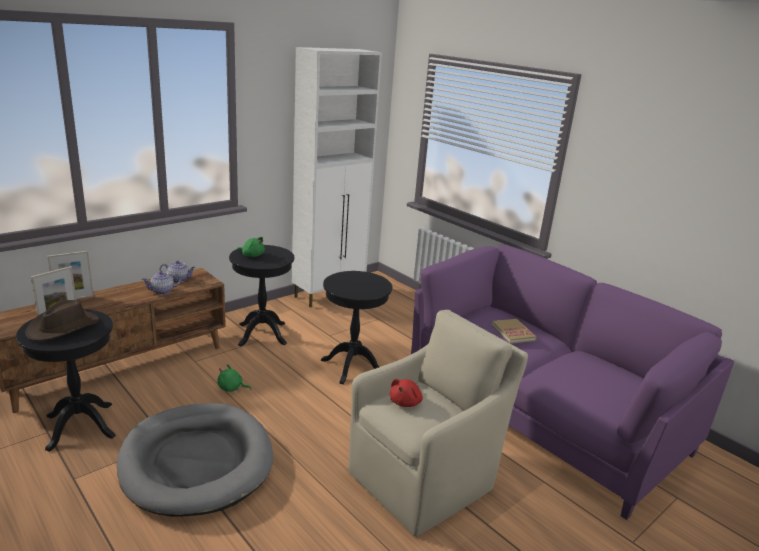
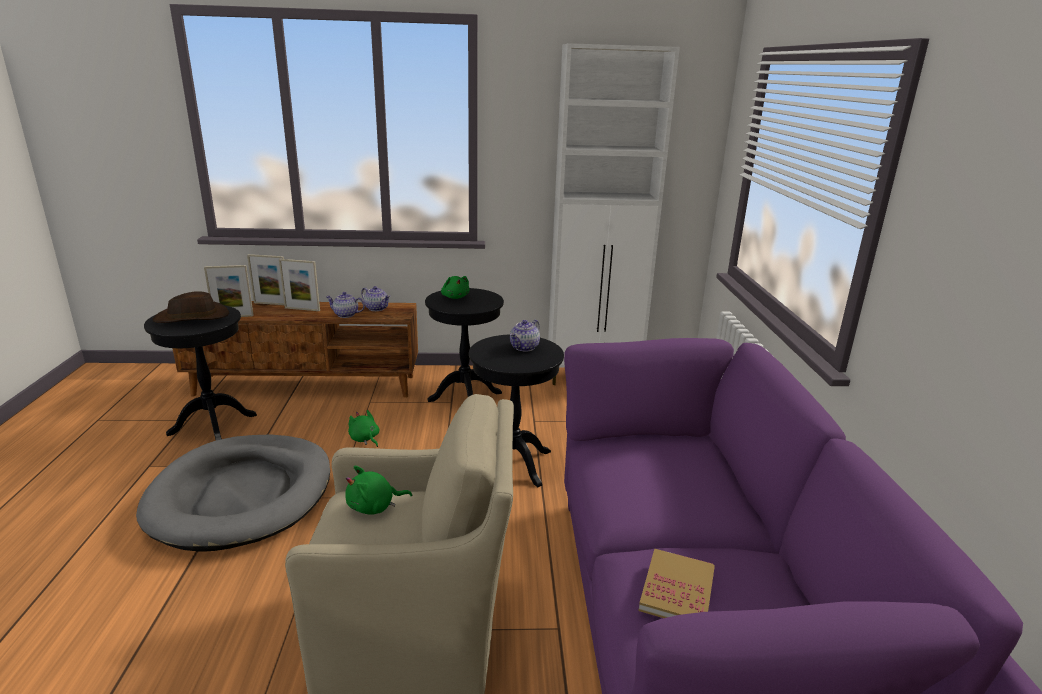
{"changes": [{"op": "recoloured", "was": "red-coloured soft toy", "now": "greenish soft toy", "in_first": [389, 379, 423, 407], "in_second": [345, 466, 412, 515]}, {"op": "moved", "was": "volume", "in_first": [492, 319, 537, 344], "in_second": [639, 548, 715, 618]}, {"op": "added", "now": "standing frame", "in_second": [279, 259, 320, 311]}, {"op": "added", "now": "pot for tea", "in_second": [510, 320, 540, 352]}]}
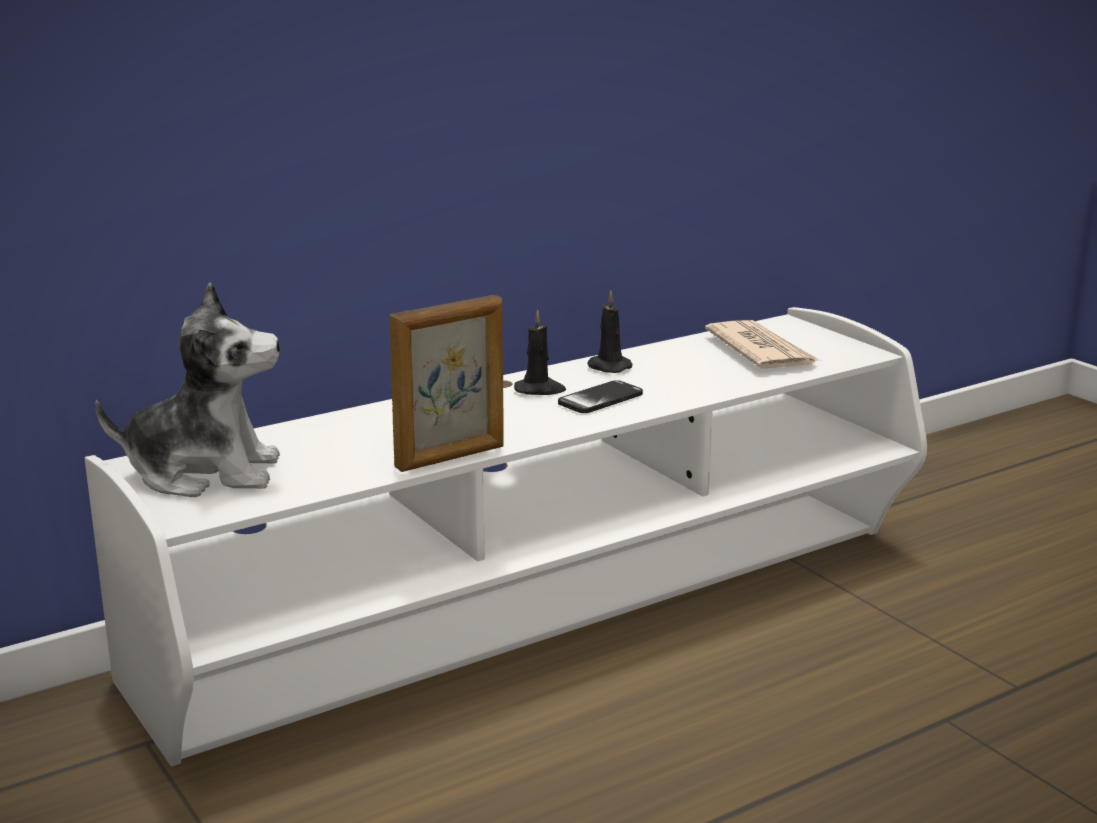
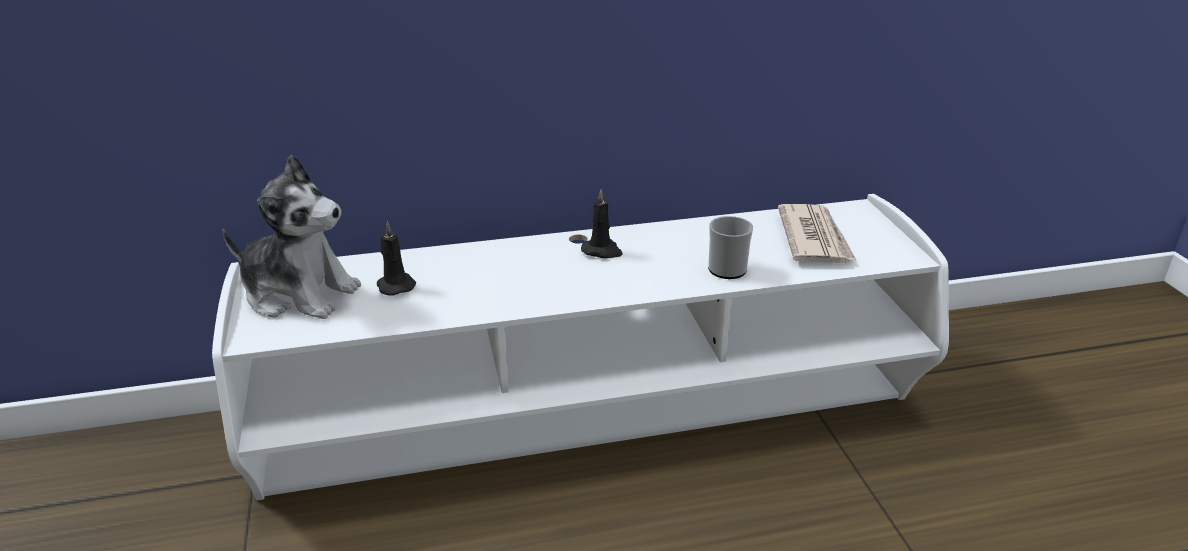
{"changes": [{"op": "removed", "was": "standing frame", "in_first": [389, 295, 504, 472]}, {"op": "removed", "was": "telephone", "in_first": [558, 380, 643, 413]}, {"op": "moved", "was": "black wax light", "in_first": [588, 291, 632, 373], "in_second": [377, 221, 416, 296]}, {"op": "added", "now": "tea mug", "in_second": [708, 216, 753, 279]}]}
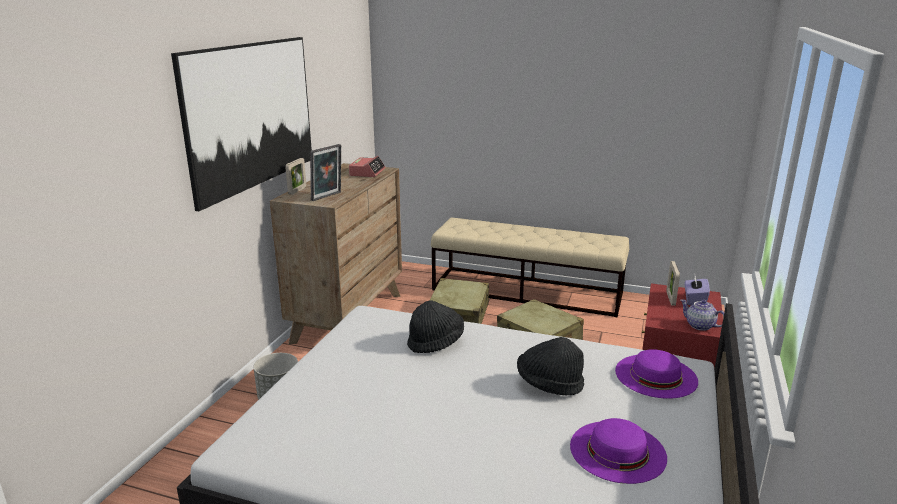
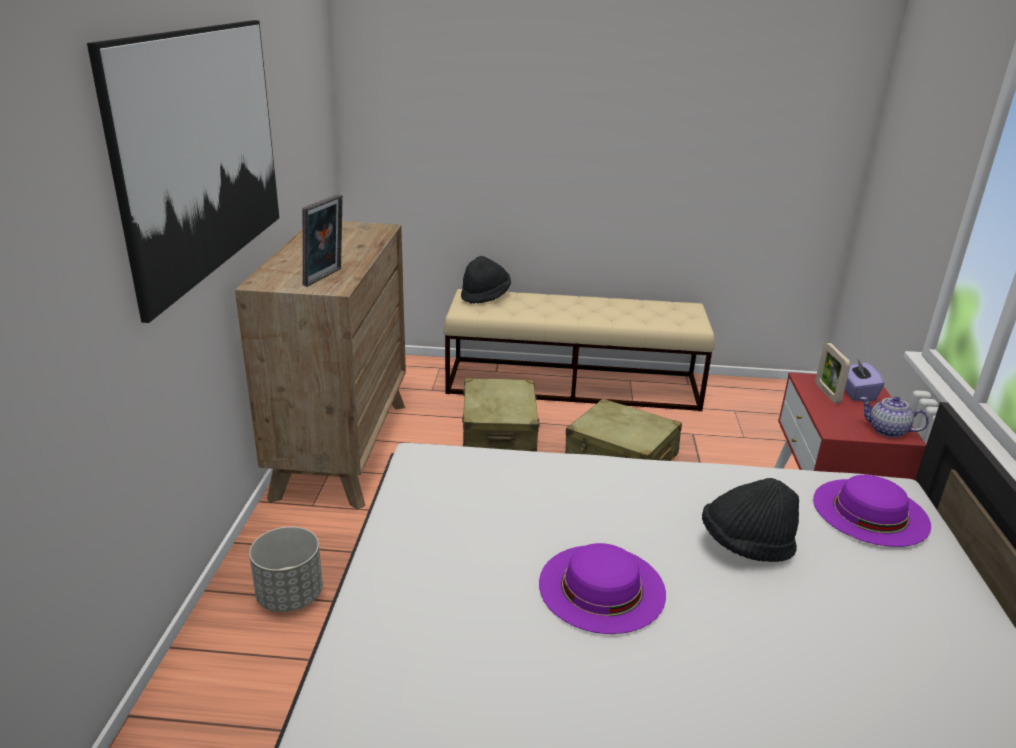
{"changes": [{"op": "removed", "was": "standing frame", "in_first": [285, 158, 306, 195]}, {"op": "removed", "was": "bedside clock", "in_first": [349, 156, 385, 177]}, {"op": "moved", "was": "black hat", "in_first": [407, 300, 464, 353], "in_second": [461, 256, 511, 304]}, {"op": "moved", "was": "purple-coloured hat", "in_first": [570, 418, 667, 484], "in_second": [539, 543, 666, 634]}]}
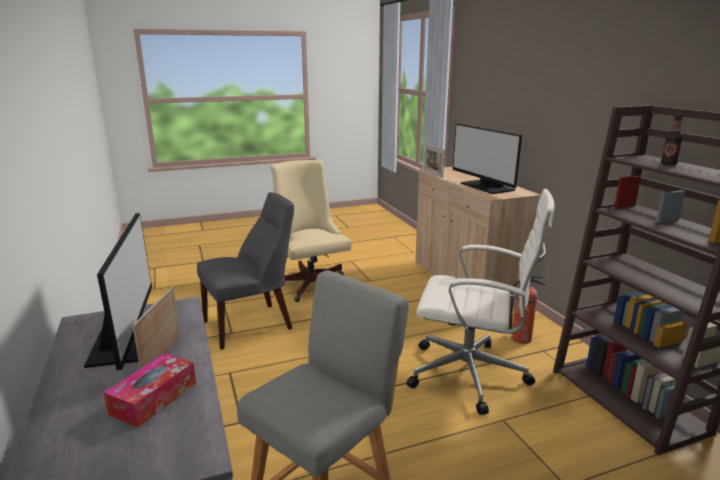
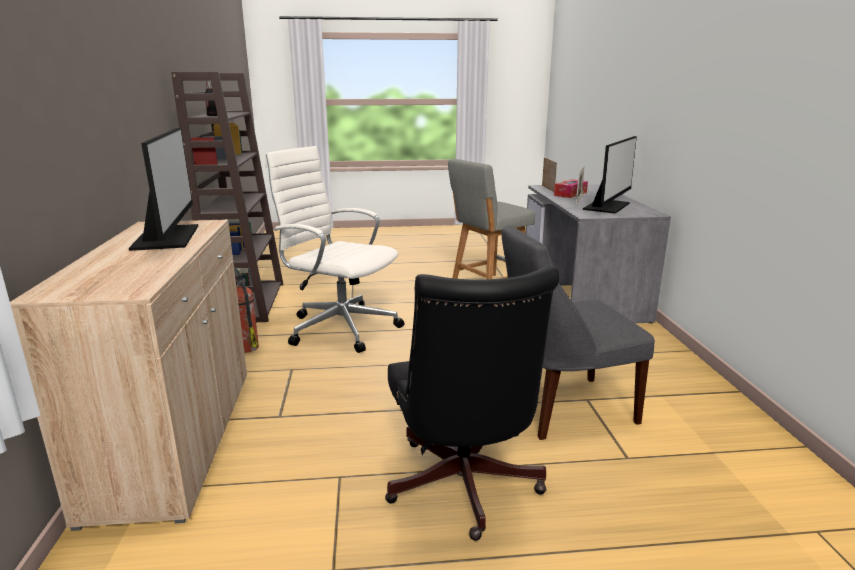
{"changes": [{"op": "turned", "was": "computer screen", "in_first": [84, 213, 152, 370], "in_second": [583, 136, 637, 214], "clockwise": -150}, {"op": "recoloured", "was": "beige-coloured desk chair", "now": "black desk chair", "in_first": [271, 160, 352, 302], "in_second": [385, 266, 559, 541]}, {"op": "moved", "was": "standing frame", "in_first": [424, 144, 445, 178], "in_second": [542, 157, 558, 192]}]}
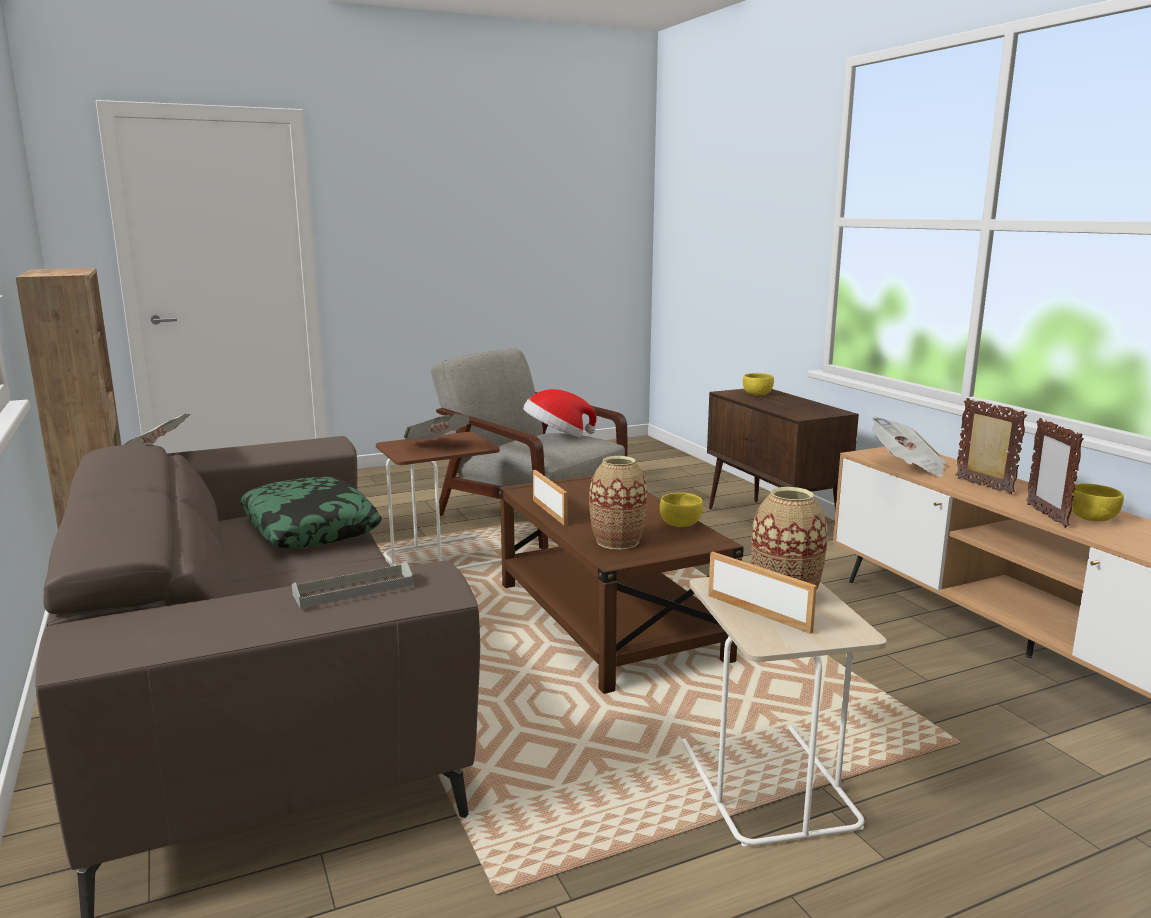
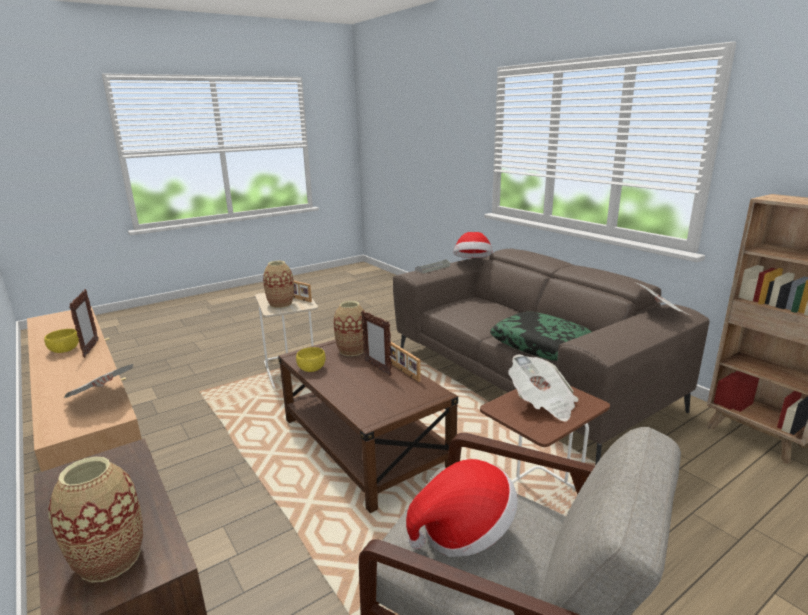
{"changes": [{"op": "replaced", "was": "yellowish serving bowl", "now": "flower vase", "in_first": [743, 373, 774, 395], "in_second": [48, 456, 143, 583]}, {"op": "moved", "was": "standing frame", "in_first": [955, 398, 1027, 494], "in_second": [361, 310, 392, 376]}, {"op": "added", "now": "hat", "in_second": [453, 232, 493, 258]}]}
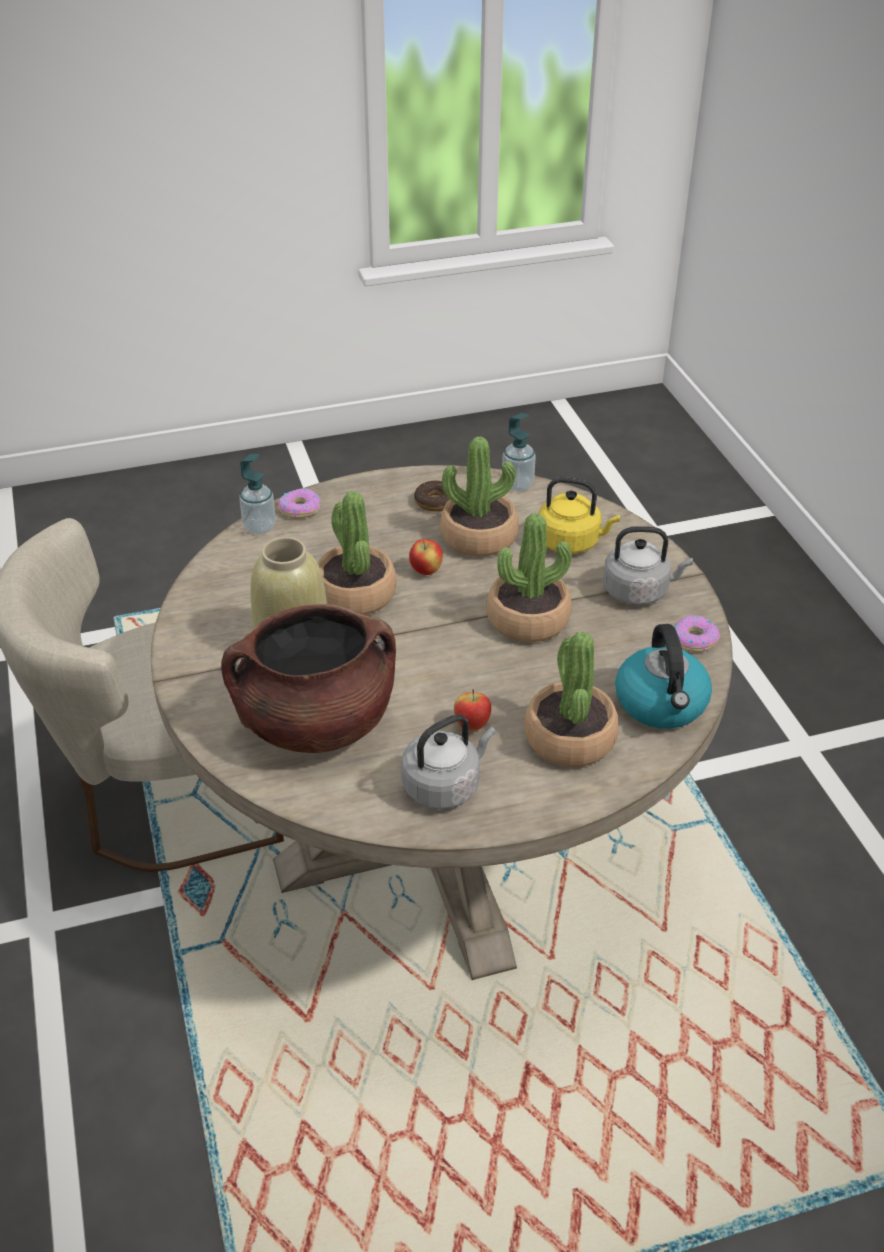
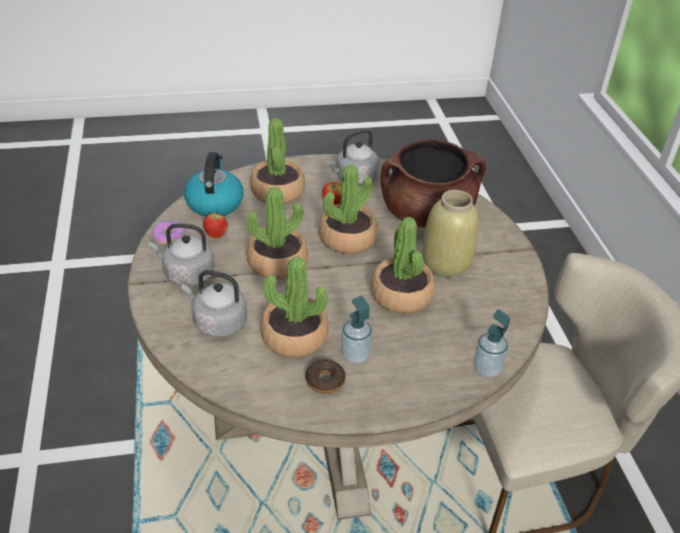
{"changes": [{"op": "removed", "was": "donut", "in_first": [278, 488, 321, 519]}, {"op": "moved", "was": "apple fruit", "in_first": [409, 539, 443, 575], "in_second": [203, 211, 228, 239]}, {"op": "moved", "was": "soap dispenser", "in_first": [502, 413, 536, 491], "in_second": [341, 296, 372, 364]}, {"op": "recoloured", "was": "yellowish kettle", "now": "grey kettle", "in_first": [539, 477, 620, 554], "in_second": [181, 270, 247, 337]}, {"op": "added", "now": "plant in a pot", "in_second": [319, 164, 378, 254]}]}
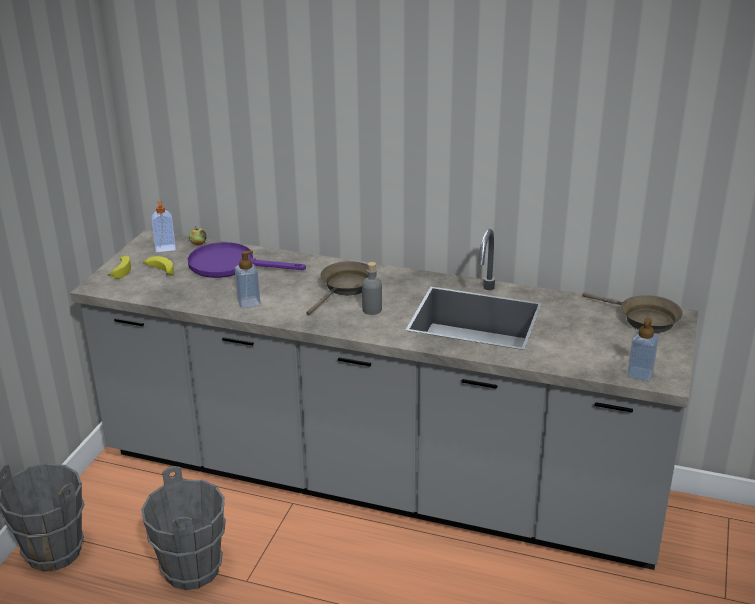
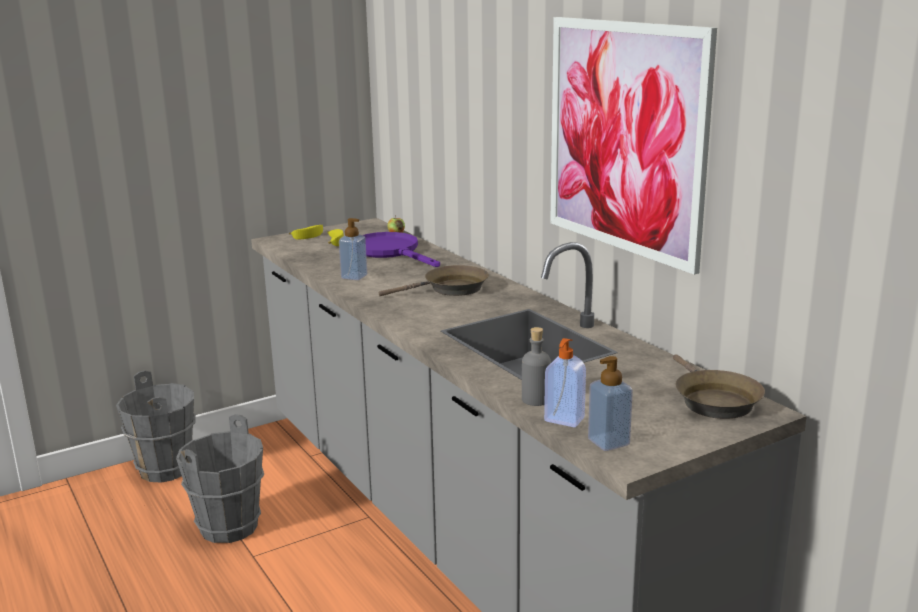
{"changes": [{"op": "moved", "was": "soap dispenser", "in_first": [151, 201, 176, 252], "in_second": [544, 338, 586, 427]}, {"op": "moved", "was": "grey beverage bottle", "in_first": [362, 262, 382, 315], "in_second": [522, 327, 551, 406]}, {"op": "added", "now": "wall art", "in_second": [550, 17, 717, 275]}]}
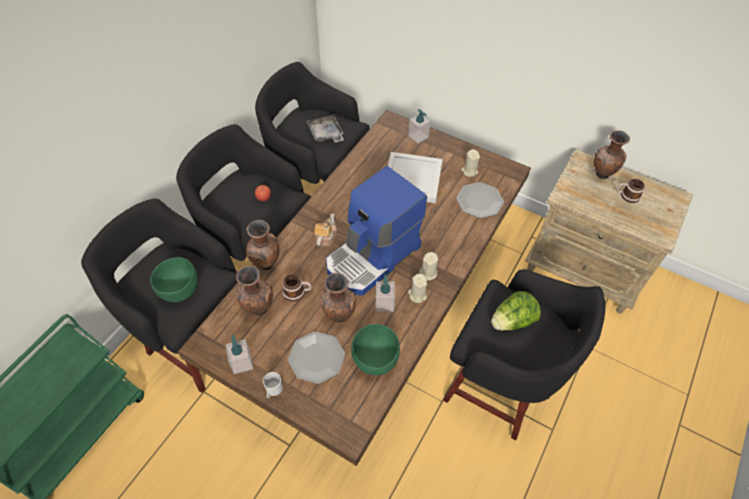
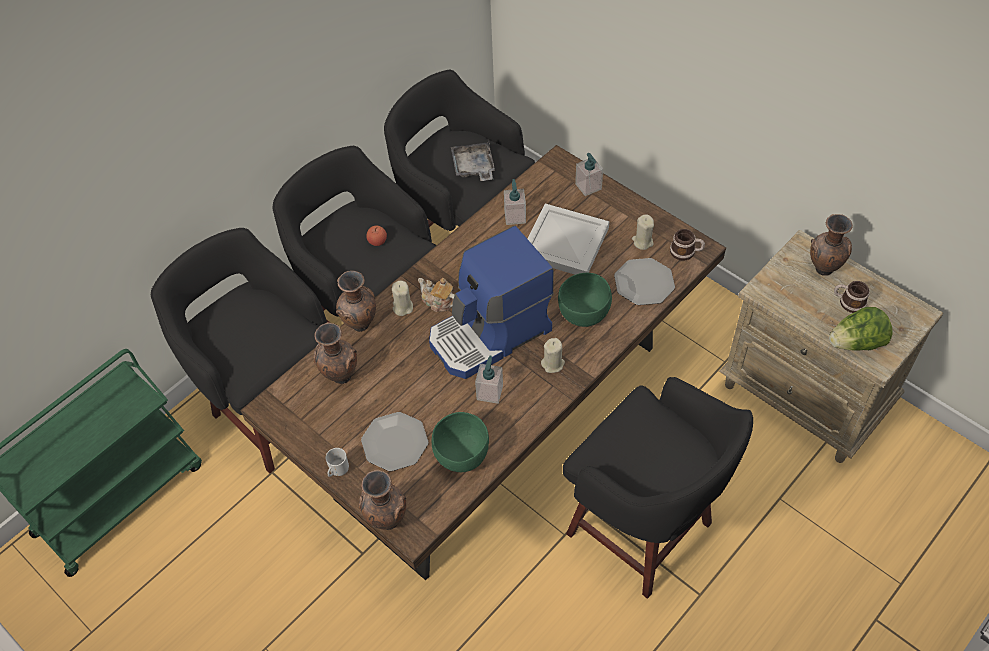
{"changes": [{"op": "moved", "was": "greenish serving bowl", "in_first": [150, 257, 198, 302], "in_second": [558, 273, 612, 327]}, {"op": "moved", "was": "soap dispenser", "in_first": [226, 334, 253, 374], "in_second": [504, 179, 526, 225]}, {"op": "moved", "was": "tea mug", "in_first": [282, 274, 312, 302], "in_second": [670, 229, 705, 260]}, {"op": "turned", "was": "pot for tea", "in_first": [314, 213, 337, 247], "in_second": [418, 278, 455, 312], "clockwise": -90}, {"op": "moved", "was": "brown-coloured flower vase", "in_first": [320, 273, 356, 323], "in_second": [359, 469, 406, 530]}, {"op": "moved", "was": "beige-coloured wax light", "in_first": [408, 274, 427, 303], "in_second": [392, 281, 413, 316]}, {"op": "moved", "was": "lettuce", "in_first": [491, 291, 541, 330], "in_second": [829, 307, 893, 351]}]}
